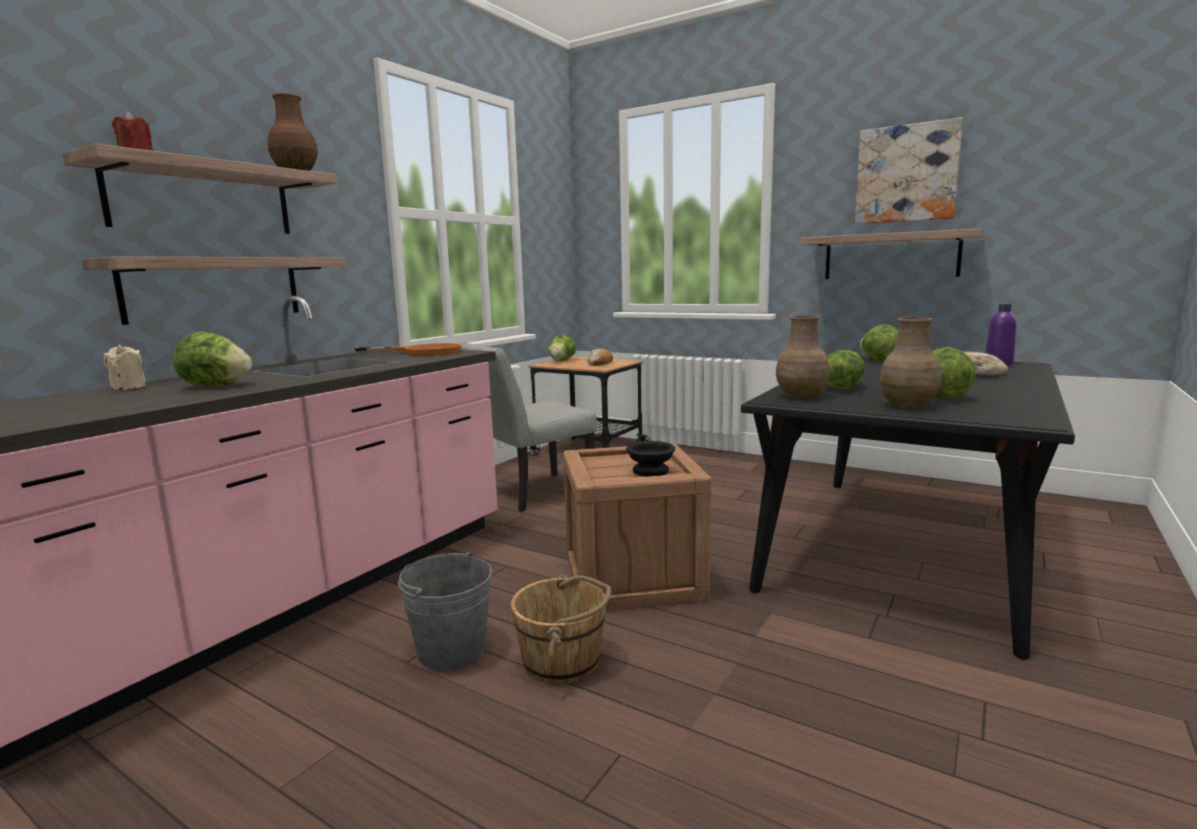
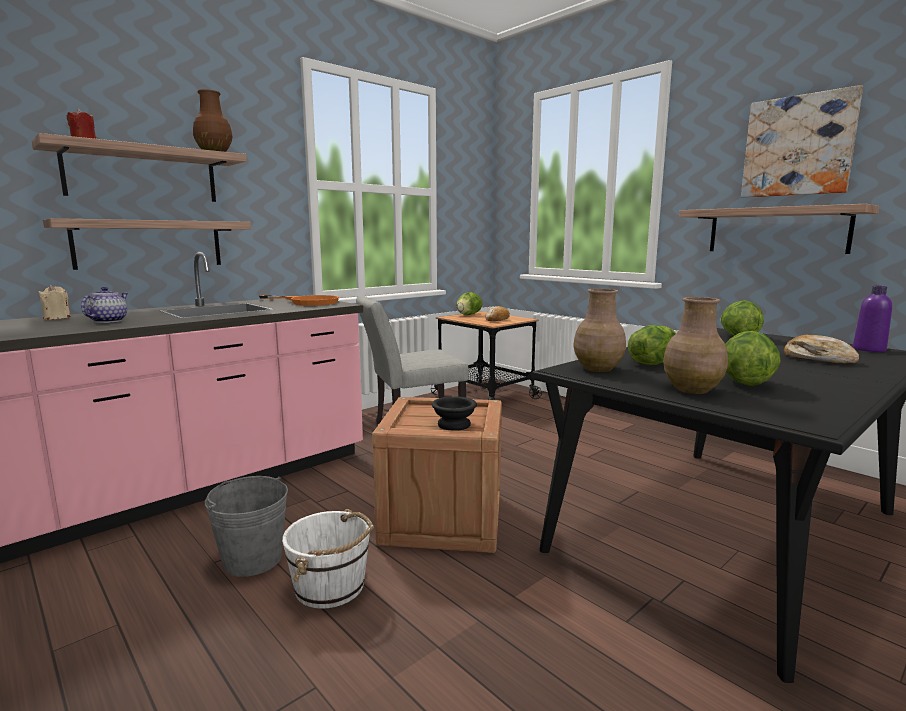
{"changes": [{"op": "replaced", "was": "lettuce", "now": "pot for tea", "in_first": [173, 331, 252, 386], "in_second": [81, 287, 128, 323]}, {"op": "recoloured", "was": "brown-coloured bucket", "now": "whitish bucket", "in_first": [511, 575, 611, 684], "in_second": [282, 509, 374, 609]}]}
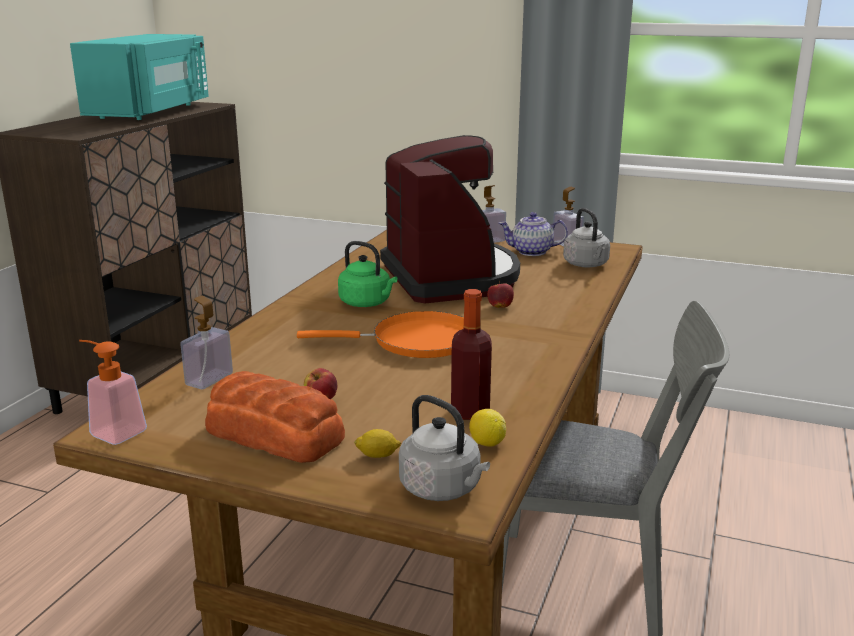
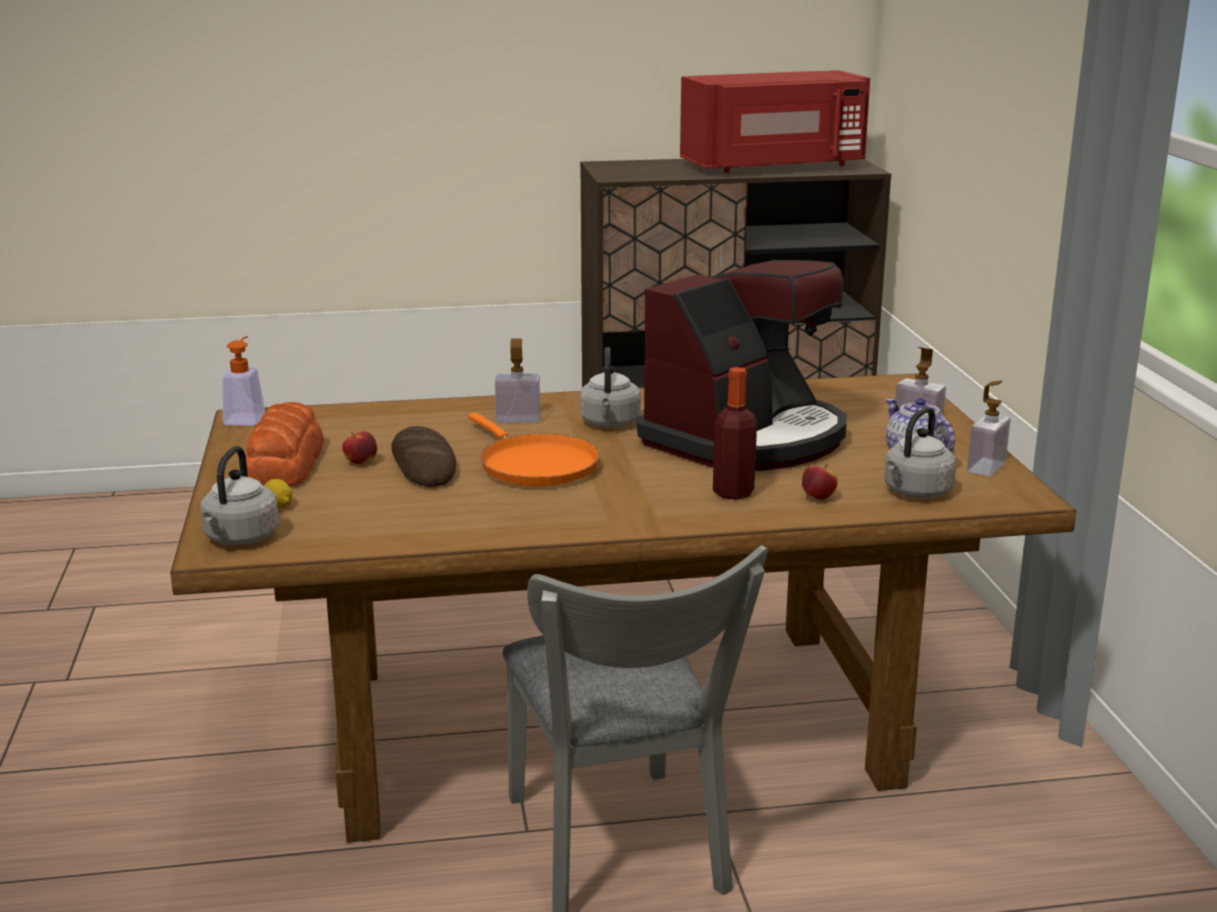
{"changes": [{"op": "recoloured", "was": "turquoise-coloured kitchen microwave", "now": "red-coloured kitchen microwave", "in_first": [70, 34, 209, 120], "in_second": [680, 70, 870, 173]}, {"op": "moved", "was": "soap dispenser", "in_first": [180, 296, 233, 389], "in_second": [495, 339, 540, 423]}, {"op": "recoloured", "was": "greenish kettle", "now": "grey kettle", "in_first": [338, 241, 397, 307], "in_second": [580, 347, 641, 428]}, {"op": "moved", "was": "beverage bottle", "in_first": [451, 289, 492, 420], "in_second": [713, 367, 757, 500]}, {"op": "removed", "was": "lemon", "in_first": [469, 409, 506, 447]}, {"op": "moved", "was": "apple fruit", "in_first": [487, 281, 514, 308], "in_second": [802, 464, 838, 500]}, {"op": "added", "now": "baked bread", "in_second": [391, 426, 456, 487]}]}
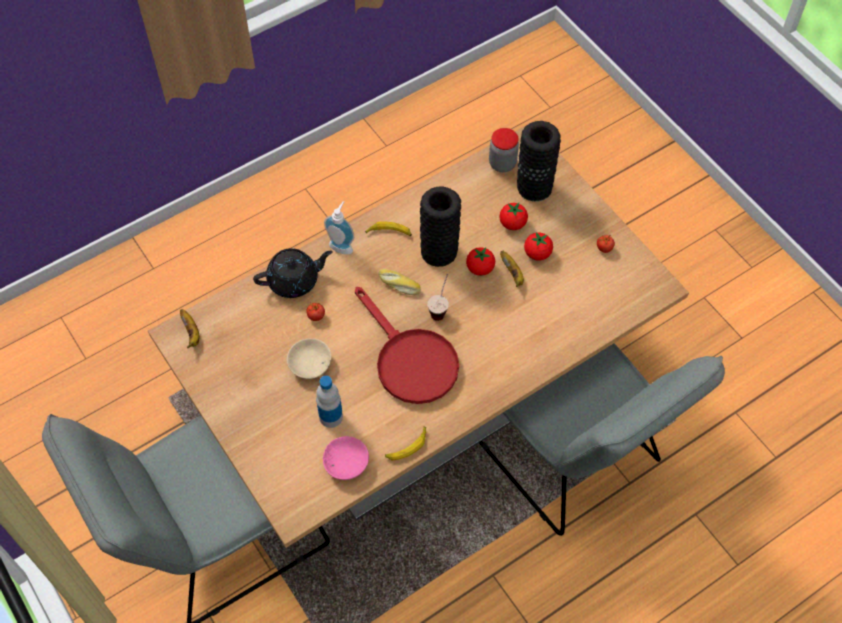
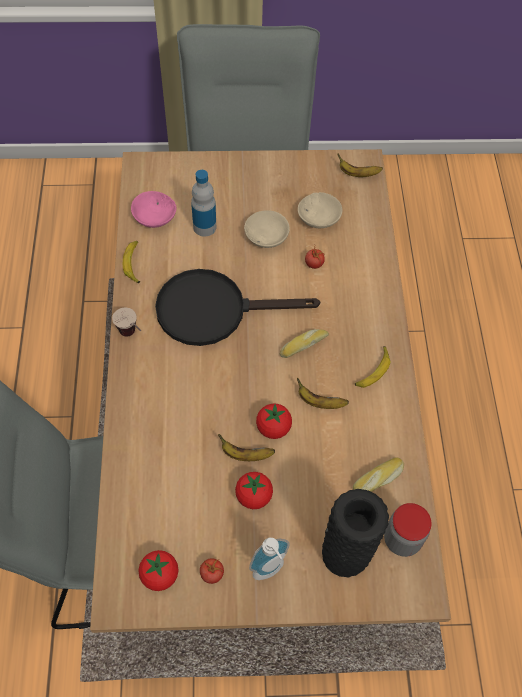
{"changes": [{"op": "removed", "was": "black pot for tea", "in_first": [253, 248, 333, 298]}, {"op": "moved", "was": "soap dispenser", "in_first": [324, 201, 354, 254], "in_second": [249, 538, 290, 580]}, {"op": "recoloured", "was": "red-coloured frying pan", "now": "black frying pan", "in_first": [355, 287, 459, 404], "in_second": [155, 269, 320, 346]}, {"op": "replaced", "was": "black flower vase", "now": "banana", "in_first": [420, 187, 461, 267], "in_second": [297, 378, 349, 409]}, {"op": "moved", "was": "cup", "in_first": [427, 274, 449, 321], "in_second": [112, 307, 141, 337]}, {"op": "moved", "was": "whole tomato", "in_first": [499, 203, 528, 230], "in_second": [138, 550, 179, 591]}, {"op": "added", "now": "beige-coloured serving bowl", "in_second": [298, 192, 342, 228]}, {"op": "added", "now": "baked bread", "in_second": [353, 457, 404, 492]}]}
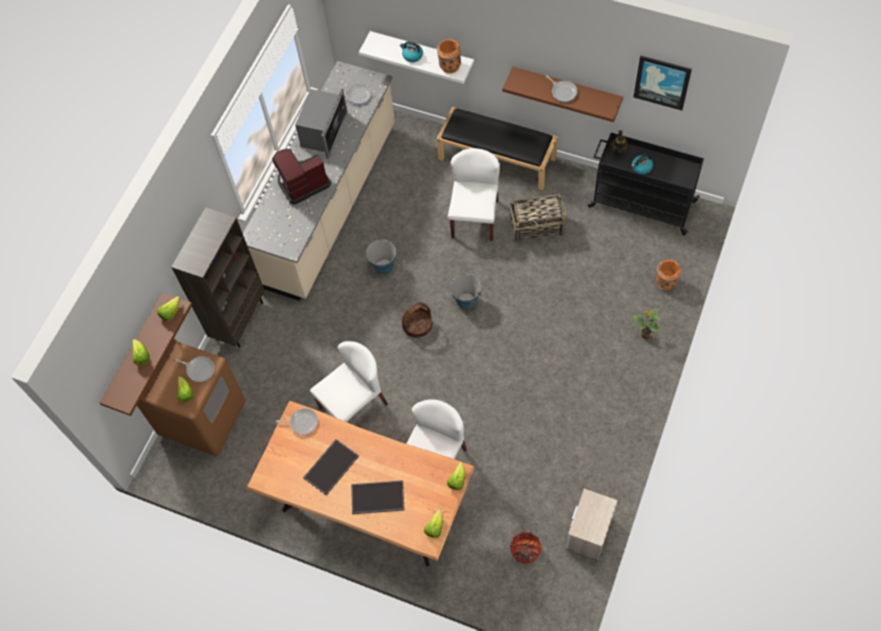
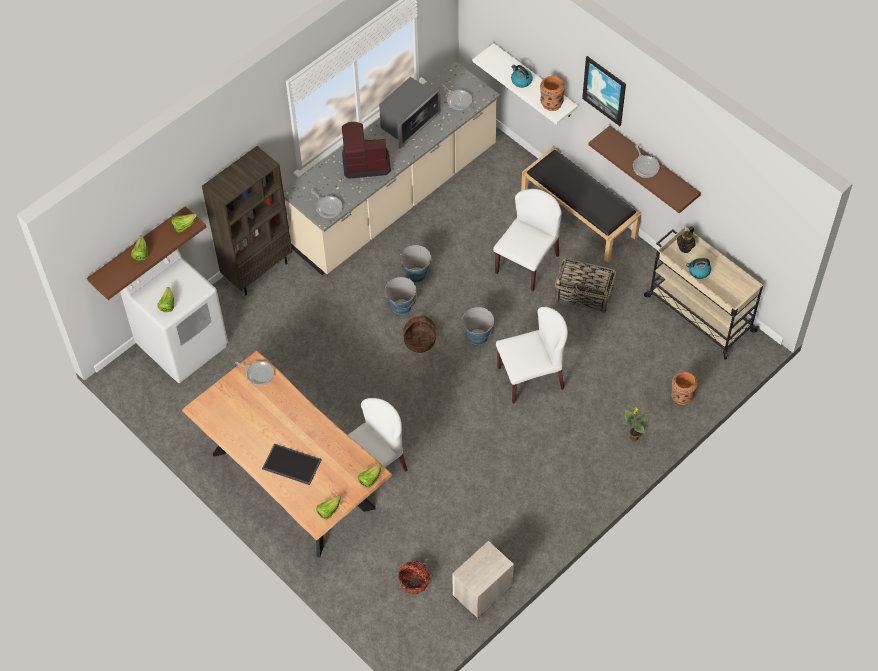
{"changes": [{"op": "recoloured", "was": "brown-coloured laundry appliance", "now": "whitish laundry appliance", "in_first": [137, 339, 246, 456], "in_second": [120, 249, 228, 383]}, {"op": "moved", "was": "frying pan", "in_first": [175, 356, 214, 382], "in_second": [311, 191, 343, 218]}, {"op": "removed", "was": "carrying tray", "in_first": [303, 439, 359, 495]}, {"op": "moved", "was": "whitish plain chair", "in_first": [310, 341, 388, 422], "in_second": [496, 307, 568, 404]}, {"op": "recoloured", "was": "black cart", "now": "beige-coloured cart", "in_first": [588, 132, 704, 235], "in_second": [644, 227, 763, 359]}, {"op": "moved", "was": "wall art", "in_first": [634, 55, 692, 111], "in_second": [582, 56, 626, 126]}, {"op": "added", "now": "bucket", "in_second": [385, 277, 417, 315]}]}
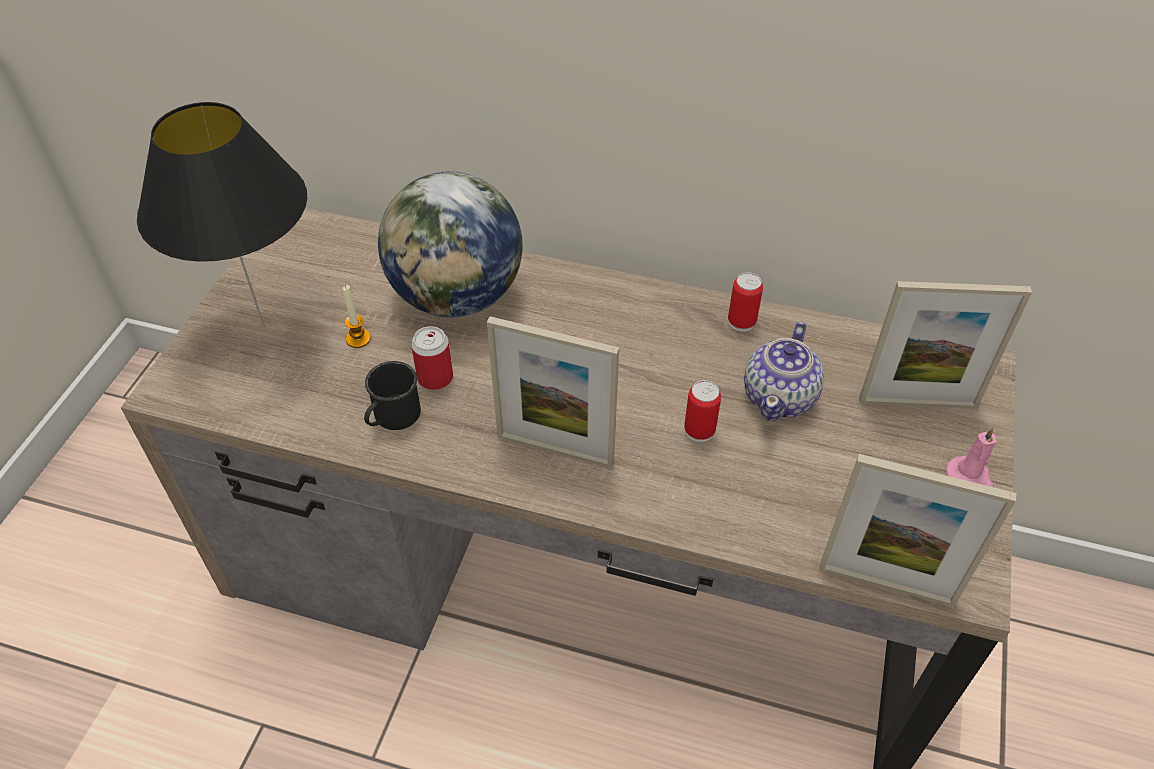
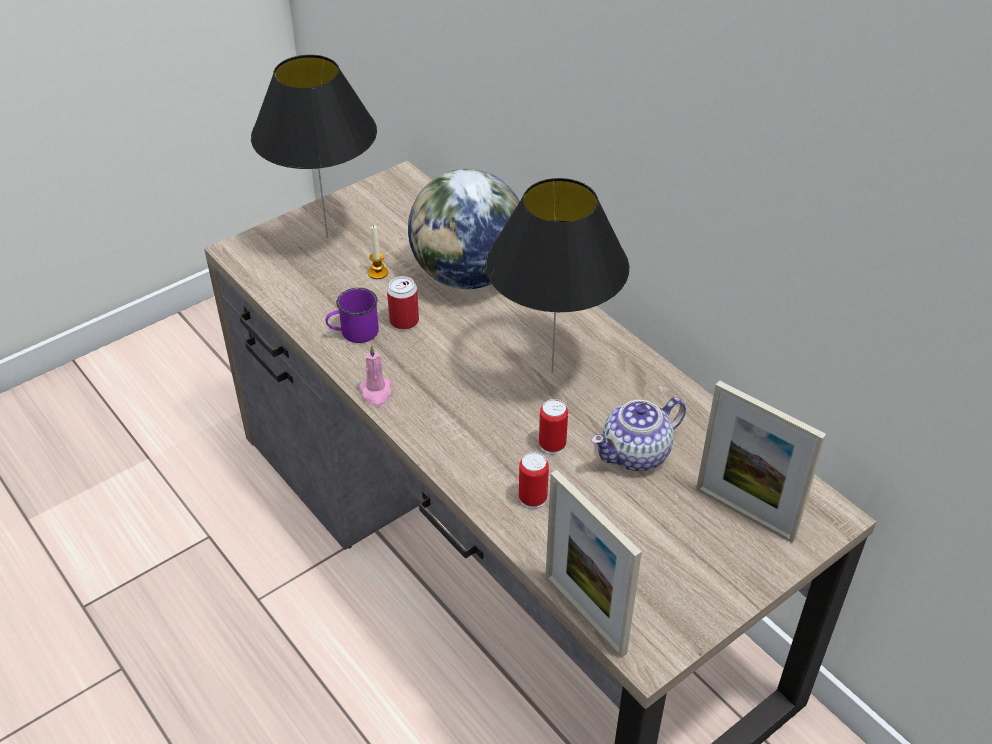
{"changes": [{"op": "recoloured", "was": "black tea mug", "now": "purple-coloured tea mug", "in_first": [364, 361, 421, 430], "in_second": [325, 288, 379, 343]}, {"op": "removed", "was": "standing frame", "in_first": [487, 316, 619, 468]}, {"op": "moved", "was": "can", "in_first": [728, 272, 763, 332], "in_second": [519, 452, 549, 509]}, {"op": "moved", "was": "pink wax light", "in_first": [946, 427, 997, 487], "in_second": [359, 345, 392, 406]}, {"op": "added", "now": "black lamp for a table", "in_second": [485, 178, 629, 373]}]}
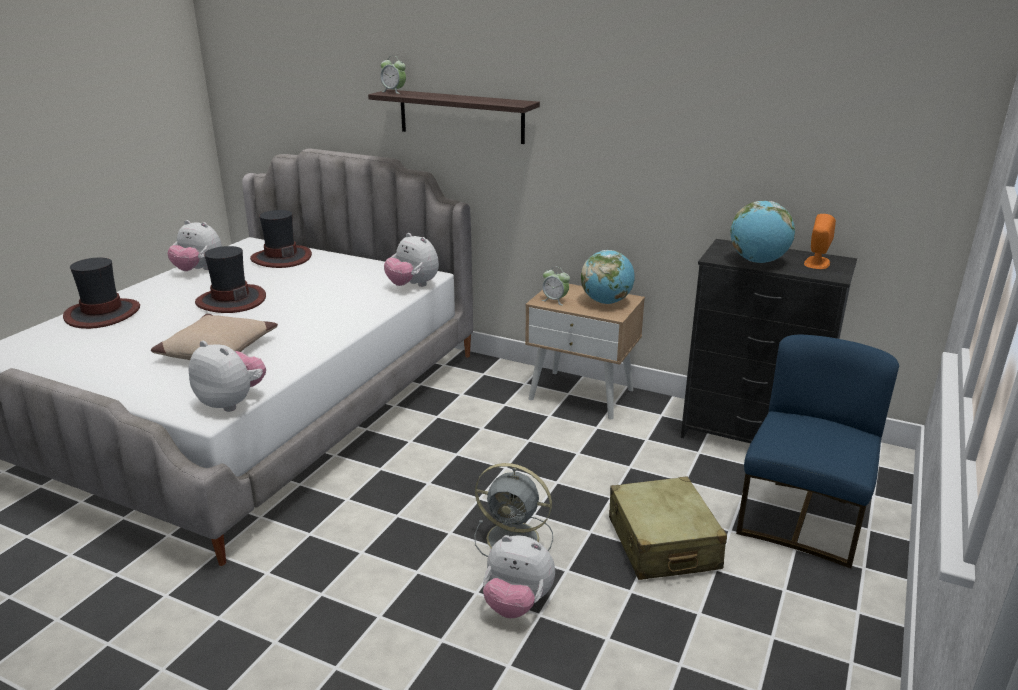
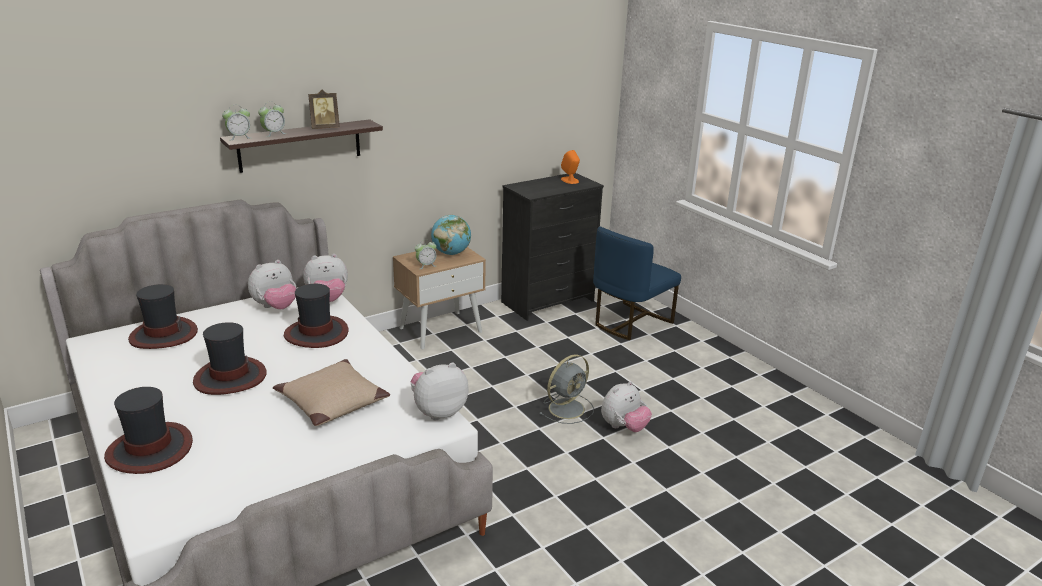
{"changes": [{"op": "moved", "was": "soft toy", "in_first": [168, 220, 222, 271], "in_second": [248, 260, 296, 310]}, {"op": "removed", "was": "beige-coloured piece of luggage", "in_first": [609, 476, 727, 580]}, {"op": "removed", "was": "globe", "in_first": [730, 201, 795, 263]}, {"op": "turned", "was": "blue-coloured plain chair", "in_first": [736, 335, 899, 568], "in_second": [593, 227, 681, 340], "clockwise": -105}, {"op": "added", "now": "bedside clock", "in_second": [258, 102, 287, 137]}, {"op": "added", "now": "hat", "in_second": [284, 284, 349, 348]}, {"op": "added", "now": "standing frame", "in_second": [308, 90, 340, 129]}]}
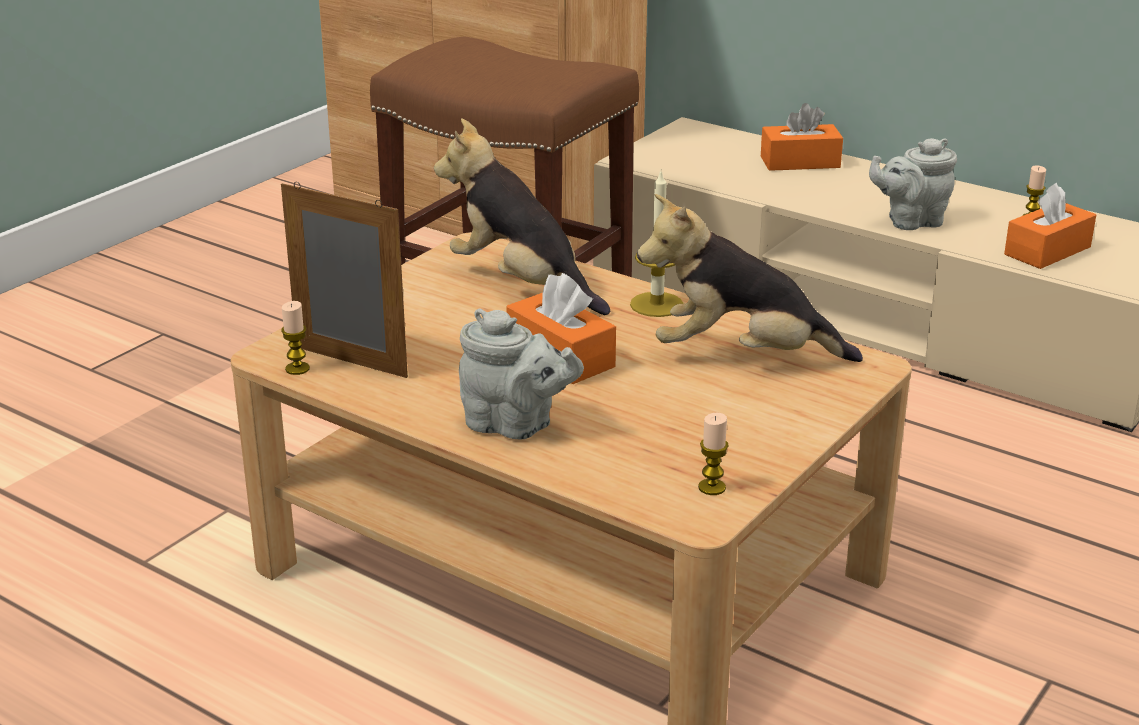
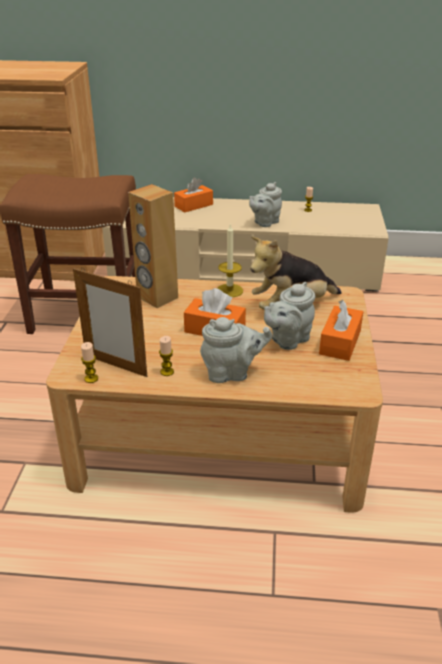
{"changes": [{"op": "turned", "was": "standing frame", "in_first": [281, 182, 408, 378], "in_second": [73, 267, 147, 377], "clockwise": -150}, {"op": "replaced", "was": "soft toy", "now": "brown-coloured audio speaker", "in_first": [434, 118, 610, 315], "in_second": [128, 184, 178, 308]}, {"op": "moved", "was": "wax light", "in_first": [698, 413, 729, 495], "in_second": [159, 336, 174, 376]}, {"op": "moved", "was": "orange box of tissues", "in_first": [1004, 183, 1096, 269], "in_second": [319, 300, 363, 361]}, {"op": "added", "now": "grey pot for tea", "in_second": [264, 282, 315, 350]}]}
